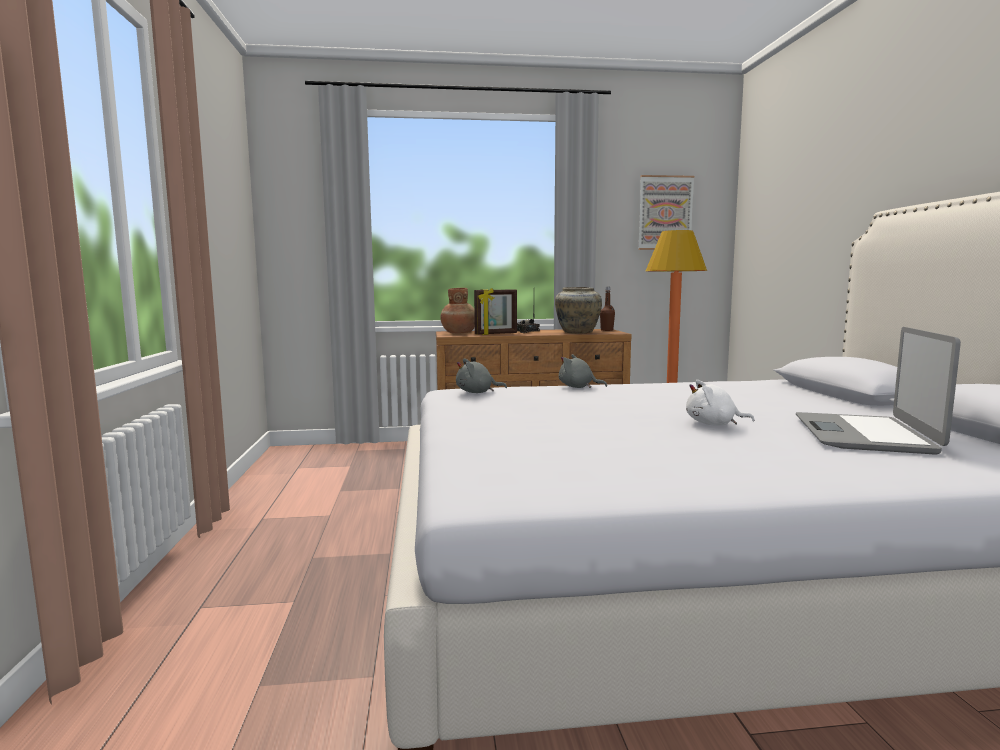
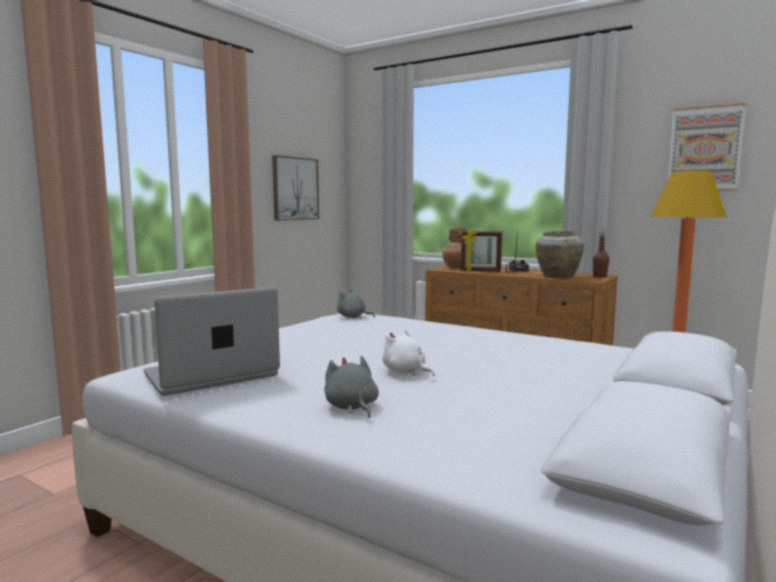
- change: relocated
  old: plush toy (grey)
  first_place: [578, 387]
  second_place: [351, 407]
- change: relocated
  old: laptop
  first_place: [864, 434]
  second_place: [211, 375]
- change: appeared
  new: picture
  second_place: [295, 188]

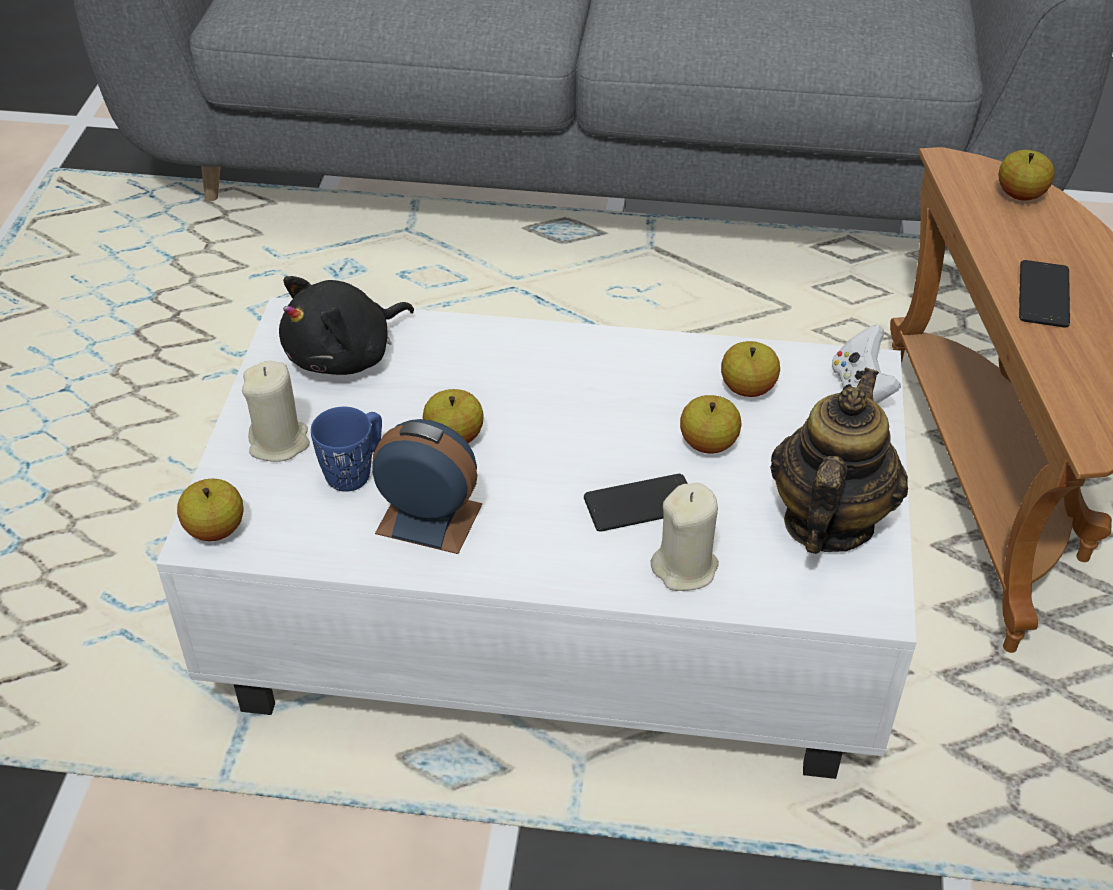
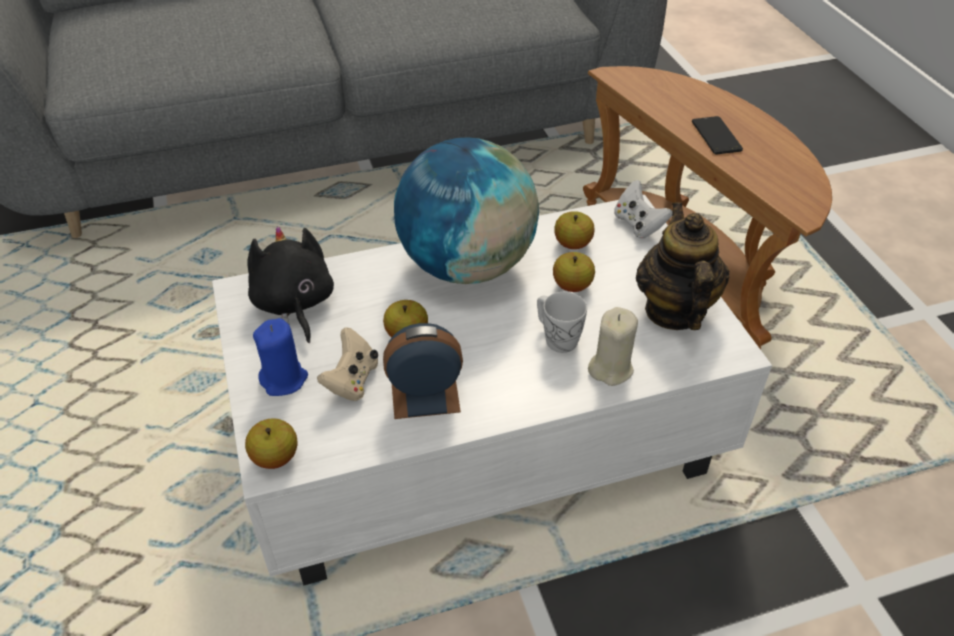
- change: colour
  old: candle (beige)
  new: candle (blue)
  first_place: [279, 442]
  second_place: [284, 379]
- change: spun
  old: plush toy (black)
  first_place: [345, 355]
  second_place: [294, 304]
  degrees: 135
- change: exchanged
  old: mug (blue)
  new: game controller (beige)
  first_place: [355, 471]
  second_place: [352, 380]
- change: exchanged
  old: phone
  new: mug (white)
  first_place: [640, 504]
  second_place: [556, 338]
- change: missing
  old: apple
  first_place: [1020, 195]
- change: appeared
  new: globe
  second_place: [466, 266]

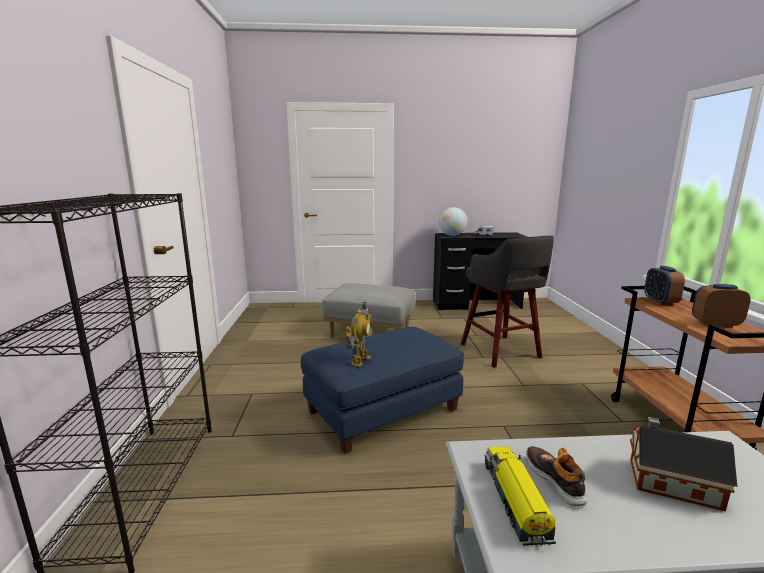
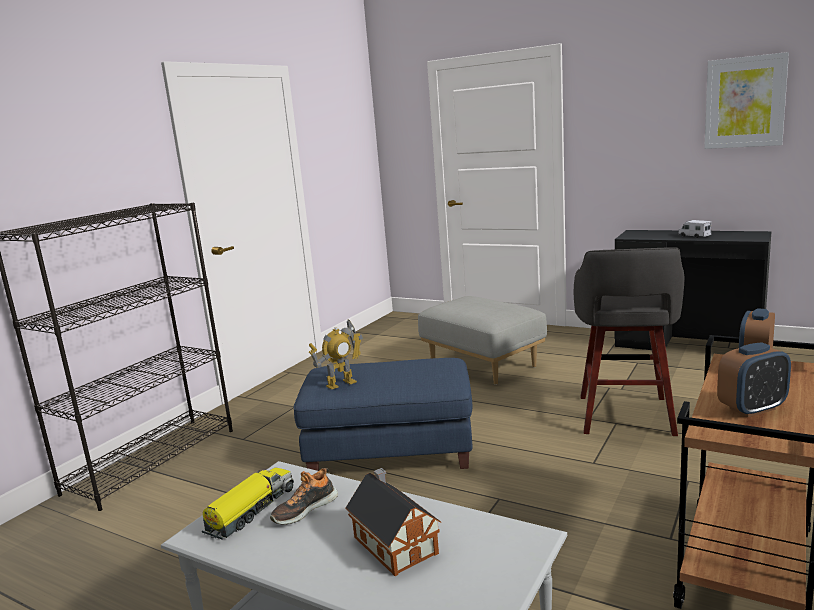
- change: missing
  old: globe
  first_place: [452, 235]
- change: spun
  old: shoe
  first_place: [555, 479]
  second_place: [304, 509]
  degrees: -150
- change: spun
  old: alarm clock
  first_place: [715, 324]
  second_place: [752, 409]
  degrees: 120
- change: appeared
  new: picture
  second_place: [745, 102]

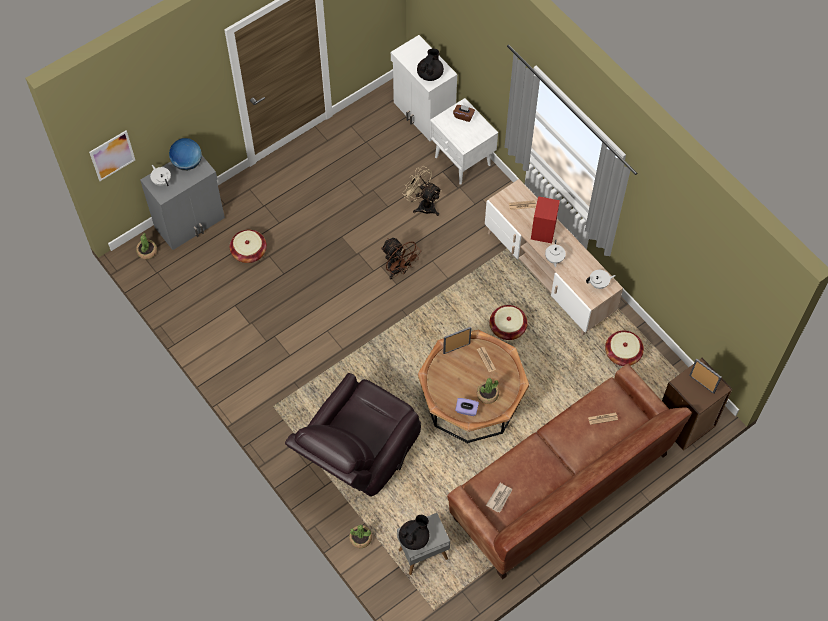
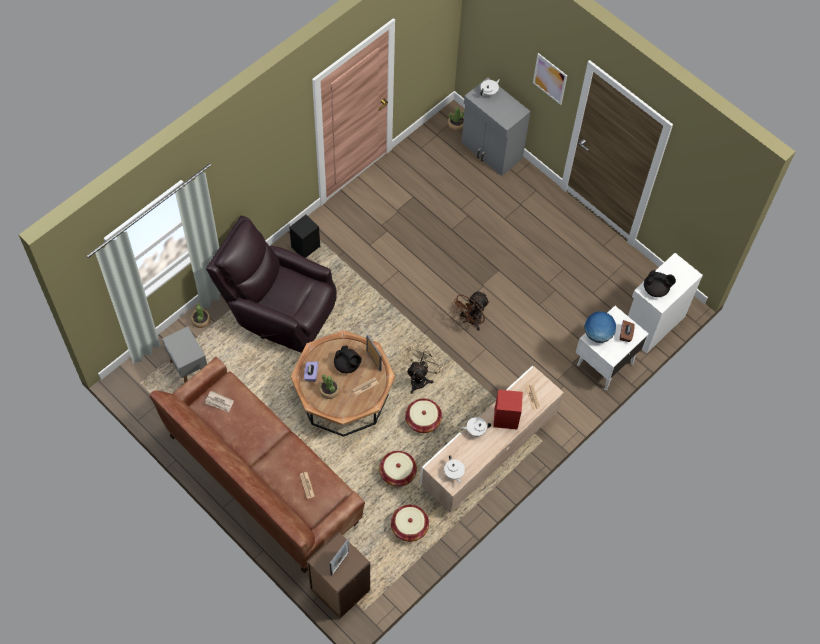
- change: relocated
  old: picture
  first_place: [112, 155]
  second_place: [550, 78]
- change: relocated
  old: globe
  first_place: [187, 163]
  second_place: [597, 334]
- change: relocated
  old: basket
  first_place: [249, 252]
  second_place: [397, 472]
- change: relocated
  old: teapot (black)
  first_place: [414, 537]
  second_place: [347, 365]
- change: relocated
  old: fan (beige)
  first_place: [423, 205]
  second_place: [421, 378]
- change: appeared
  new: speaker (black)
  second_place: [306, 246]

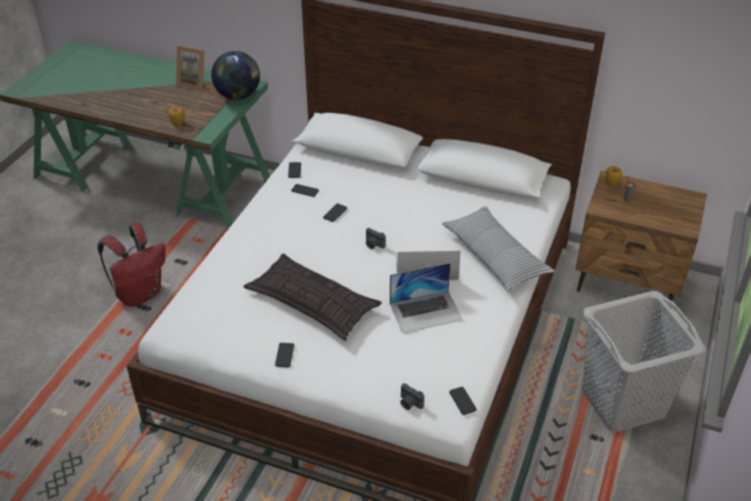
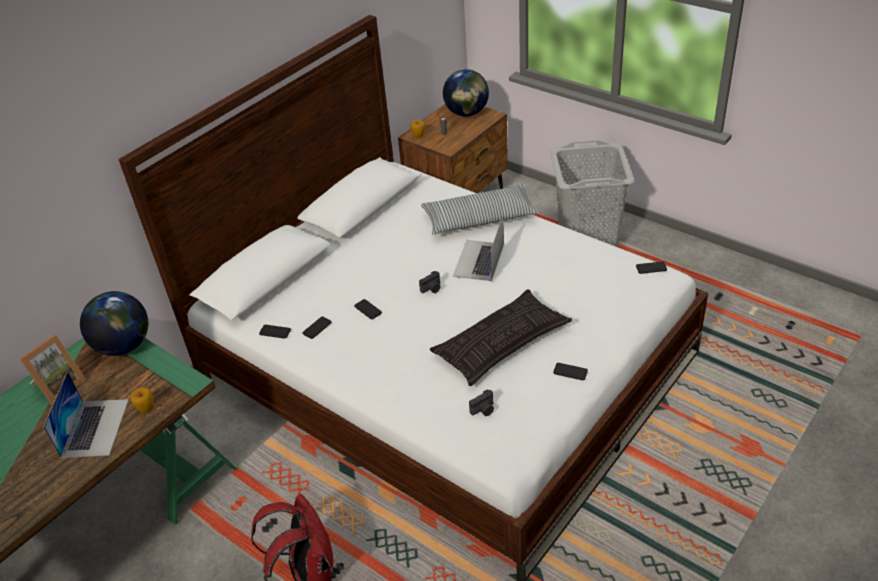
- change: relocated
  old: laptop
  first_place: [426, 311]
  second_place: [95, 427]
- change: relocated
  old: photo camera
  first_place: [409, 403]
  second_place: [483, 410]
- change: appeared
  new: globe
  second_place: [467, 113]

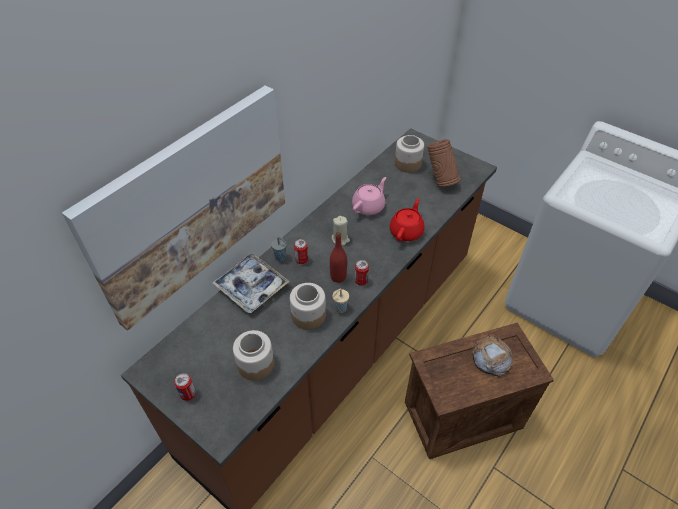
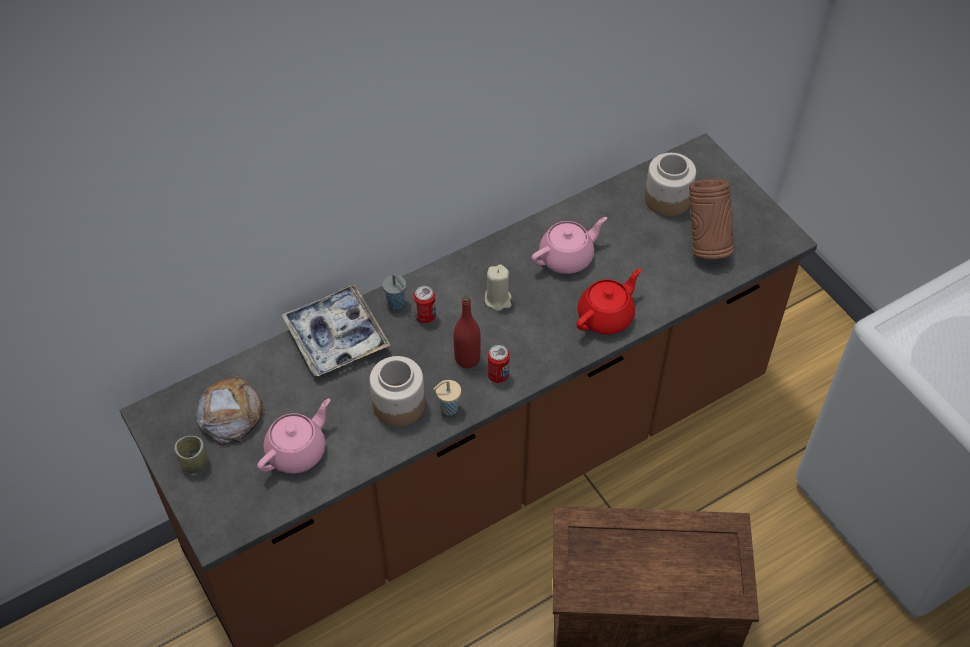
- change: missing
  old: picture
  first_place: [192, 204]
- change: exchanged
  old: can
  new: cup
  first_place: [188, 394]
  second_place: [195, 463]
- change: exchanged
  old: jar
  new: teapot (pink)
  first_place: [255, 364]
  second_place: [297, 451]
- change: relocated
  old: bread
  first_place: [491, 358]
  second_place: [230, 414]

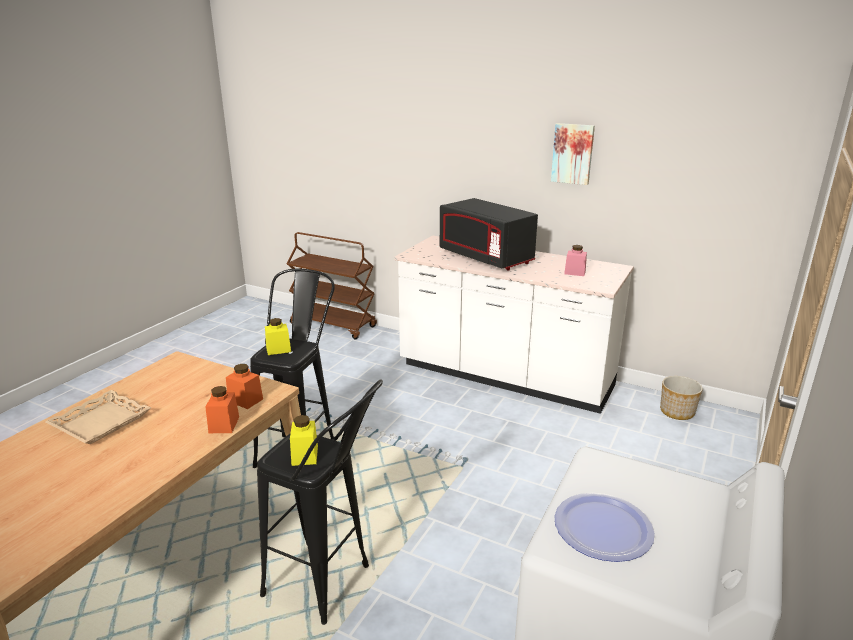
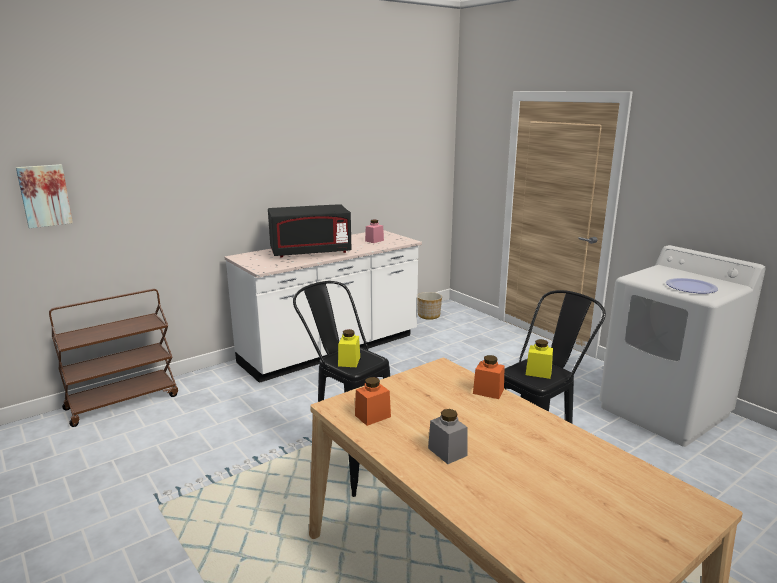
- change: exchanged
  old: tray (beige)
  new: jar (grey)
  first_place: [101, 423]
  second_place: [447, 452]
- change: relocated
  old: jar (orange)
  first_place: [245, 400]
  second_place: [372, 416]
- change: relocated
  old: picture
  first_place: [573, 153]
  second_place: [44, 195]

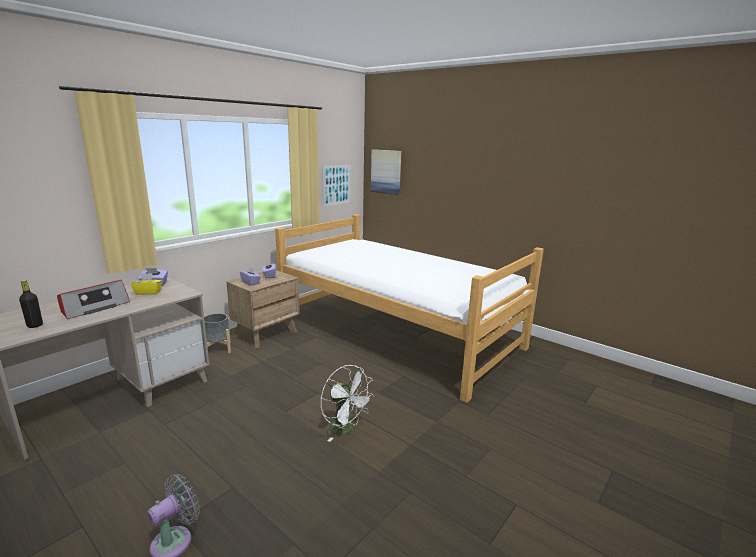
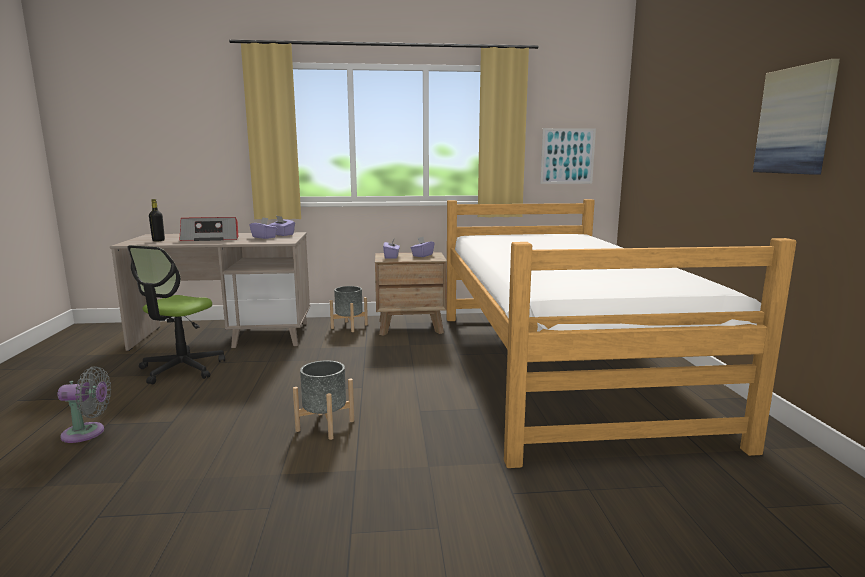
- change: colour
  old: tissue box (yellow)
  new: tissue box (purple)
  first_place: [148, 292]
  second_place: [264, 237]
- change: exchanged
  old: fan (white)
  new: planter (grey)
  first_place: [345, 429]
  second_place: [325, 425]
- change: relocated
  old: picture
  first_place: [386, 171]
  second_place: [795, 121]
- change: appeared
  new: office chair
  second_place: [182, 369]

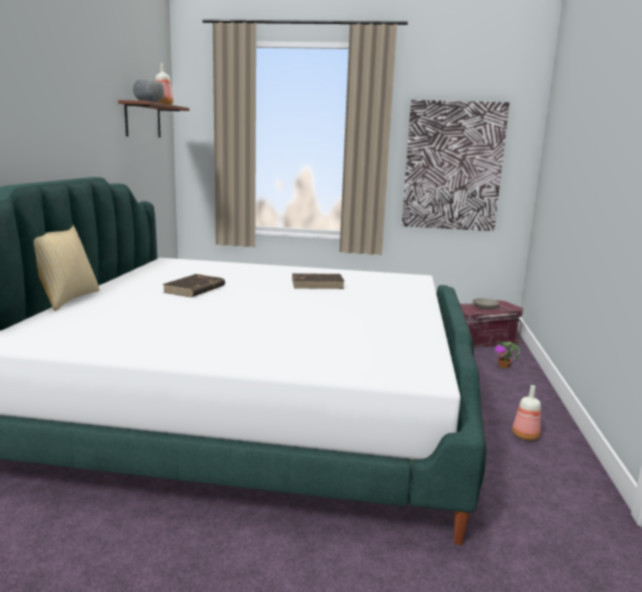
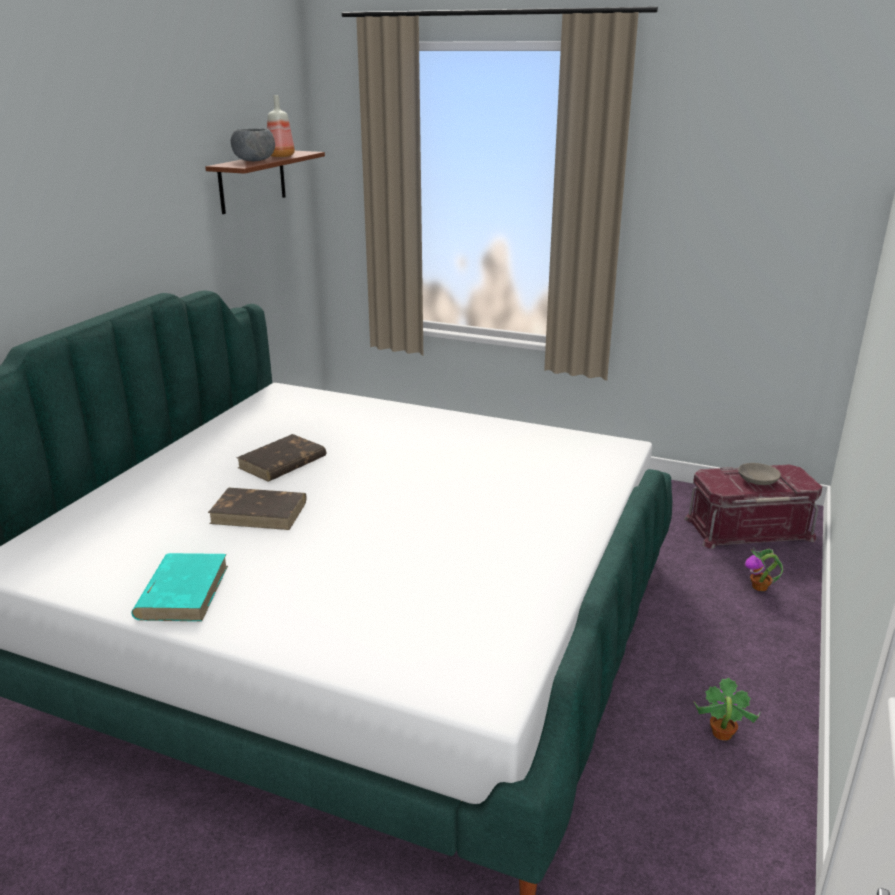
- change: missing
  old: pillow
  first_place: [65, 299]
- change: relocated
  old: book (brown)
  first_place: [318, 284]
  second_place: [260, 512]
- change: missing
  old: picture
  first_place: [453, 166]
- change: exchanged
  old: bottle
  new: potted plant
  first_place: [525, 436]
  second_place: [721, 733]
- change: appeared
  new: book (turquoise)
  second_place: [183, 591]

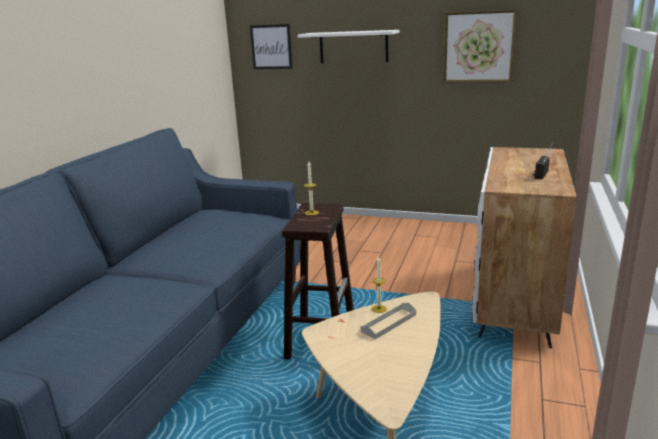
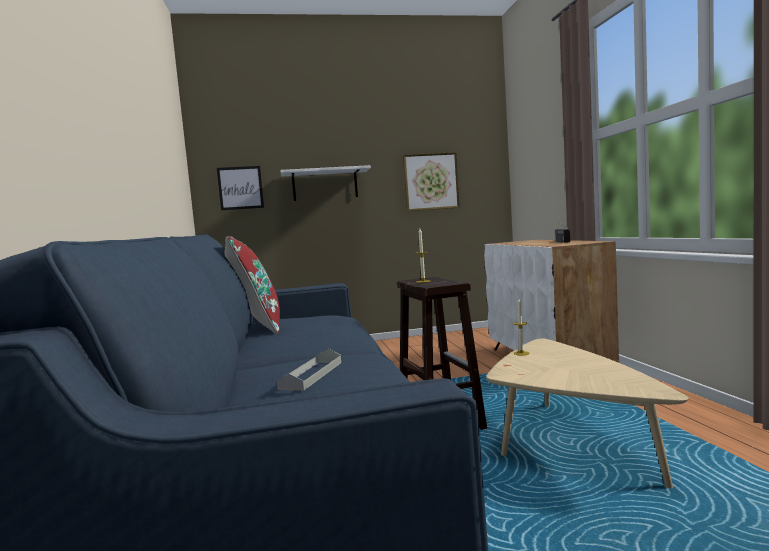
- change: relocated
  old: tray (grey)
  first_place: [389, 323]
  second_place: [311, 375]
- change: appeared
  new: pillow (red)
  second_place: [257, 327]

